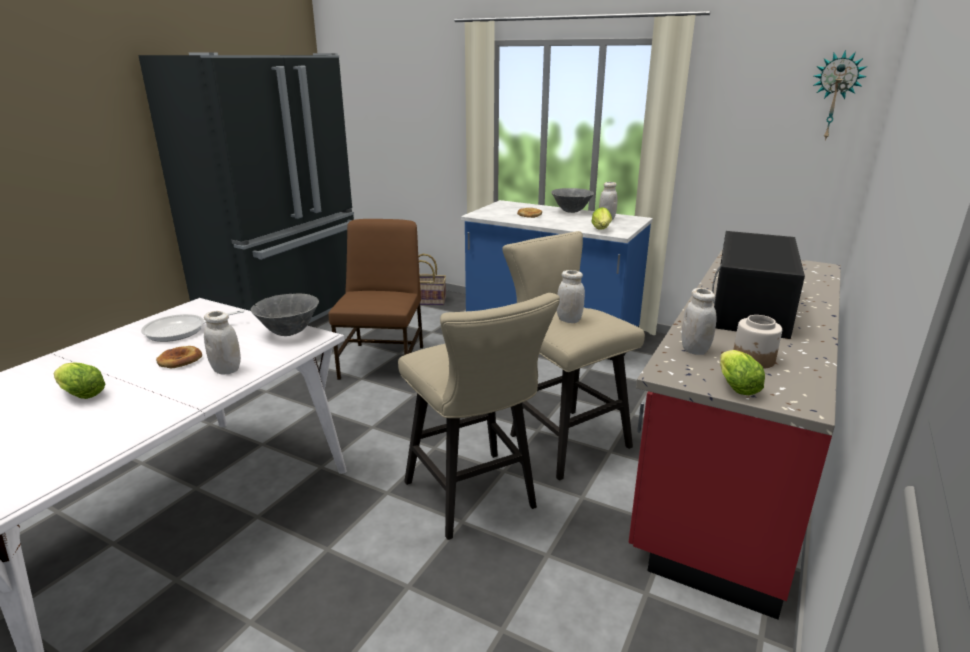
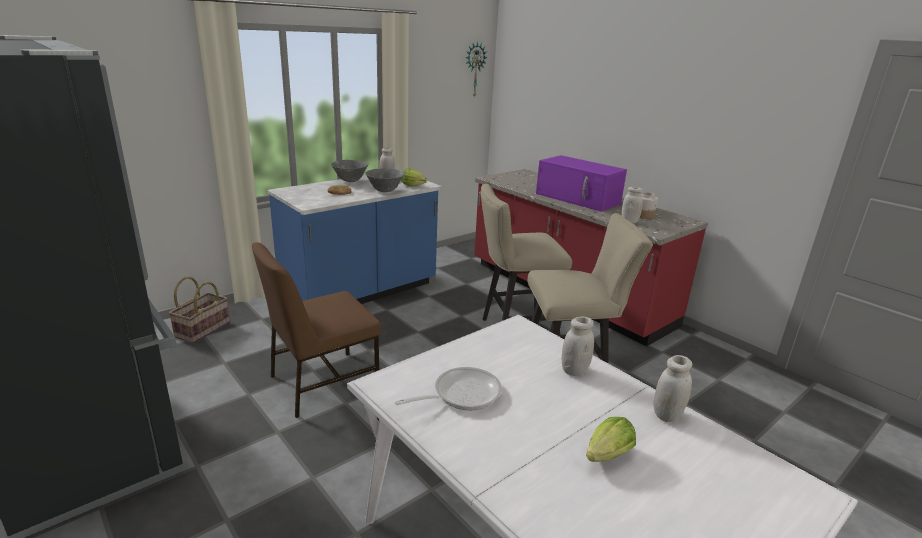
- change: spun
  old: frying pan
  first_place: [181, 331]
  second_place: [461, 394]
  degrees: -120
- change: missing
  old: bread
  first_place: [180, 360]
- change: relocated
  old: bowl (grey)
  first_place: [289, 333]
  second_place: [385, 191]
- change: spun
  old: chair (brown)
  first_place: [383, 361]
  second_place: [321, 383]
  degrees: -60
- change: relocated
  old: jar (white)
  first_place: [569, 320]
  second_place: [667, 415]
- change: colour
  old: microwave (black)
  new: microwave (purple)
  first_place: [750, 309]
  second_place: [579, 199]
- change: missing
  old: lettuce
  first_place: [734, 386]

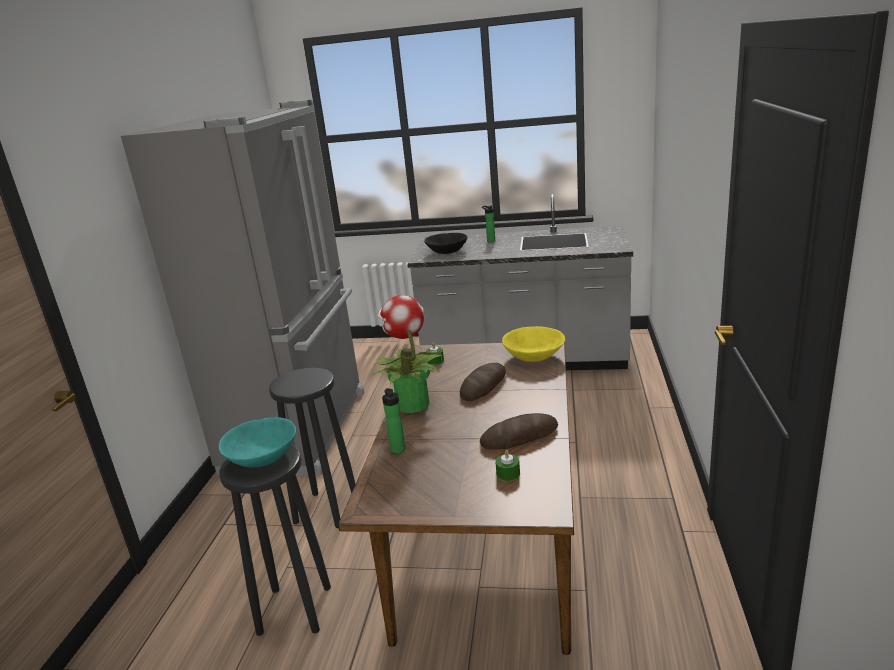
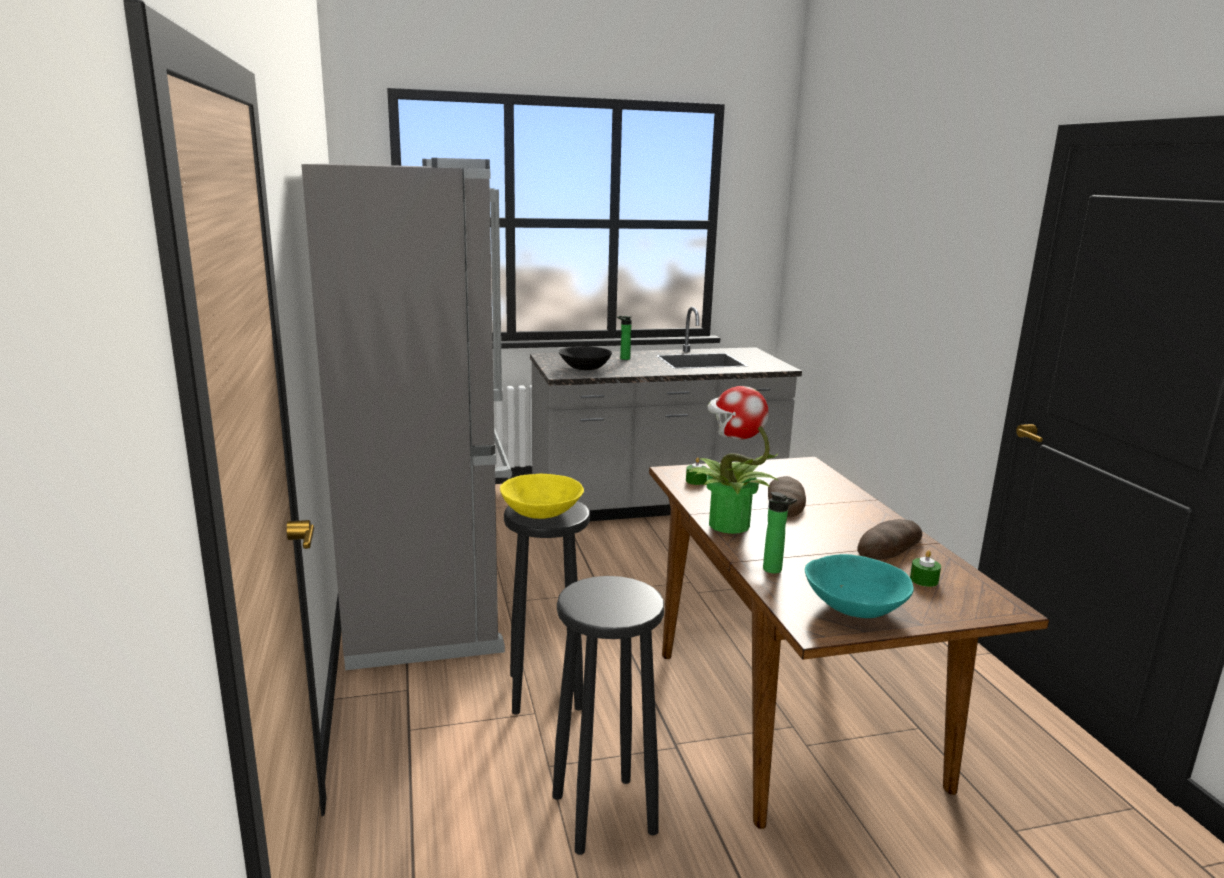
- change: relocated
  old: bowl (turquoise)
  first_place: [262, 457]
  second_place: [854, 607]
- change: relocated
  old: bowl (yellow)
  first_place: [534, 357]
  second_place: [541, 513]

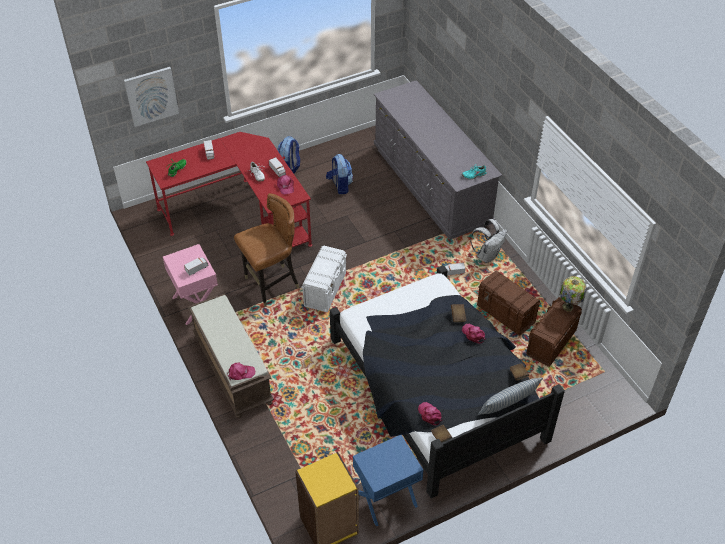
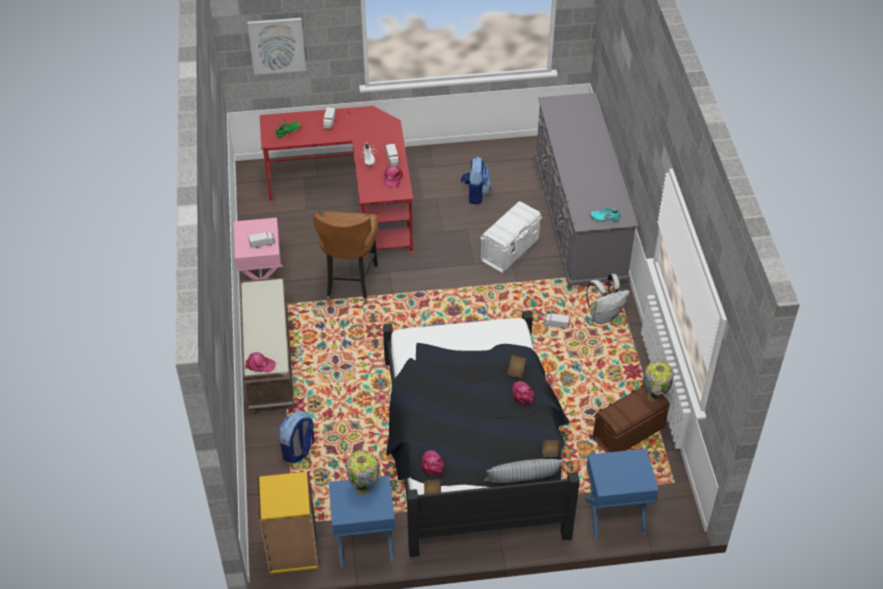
- change: spun
  old: chair (brown)
  first_place: [272, 285]
  second_place: [350, 284]
  degrees: 105
- change: relocated
  old: backpack
  first_place: [289, 168]
  second_place: [298, 450]
- change: relocated
  old: storage box (white)
  first_place: [325, 290]
  second_place: [510, 250]
- change: missing
  old: storage box (brown)
  first_place: [506, 314]
- change: appeared
  new: table lamp
  second_place: [363, 488]
- change: appeared
  new: nightstand (blue)
  second_place: [615, 516]

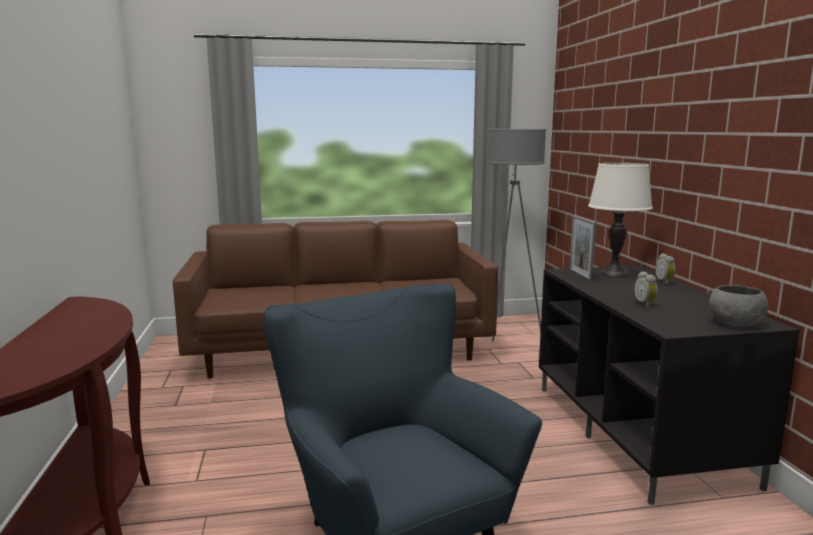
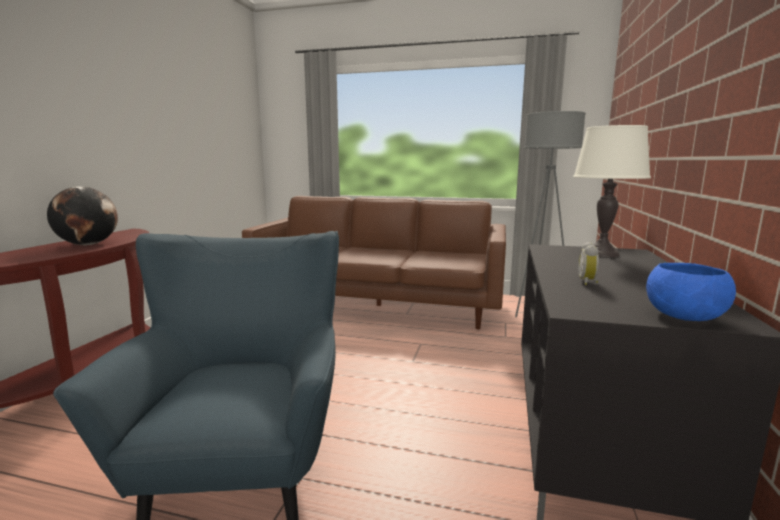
- change: missing
  old: picture frame
  first_place: [580, 275]
- change: missing
  old: alarm clock
  first_place: [665, 282]
- change: colour
  old: bowl (grey)
  new: bowl (blue)
  first_place: [736, 324]
  second_place: [685, 316]
- change: appeared
  new: globe
  second_place: [88, 244]

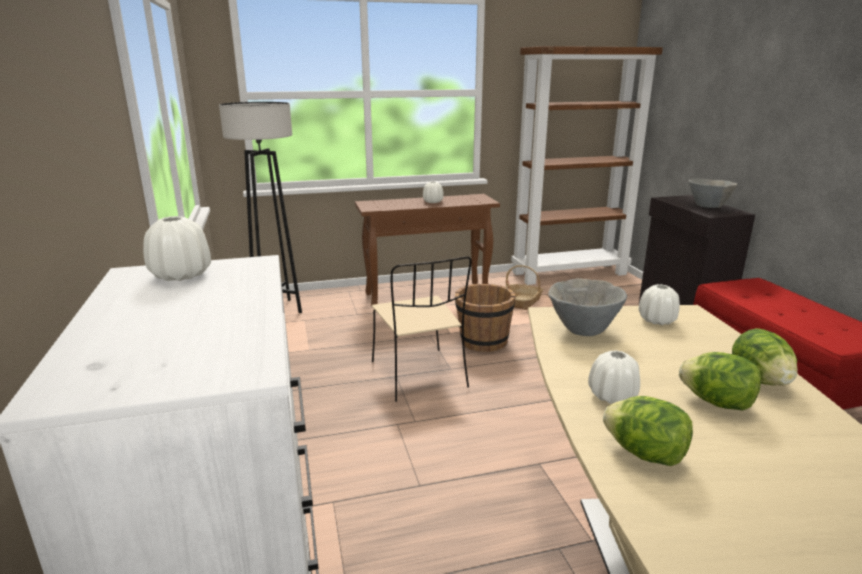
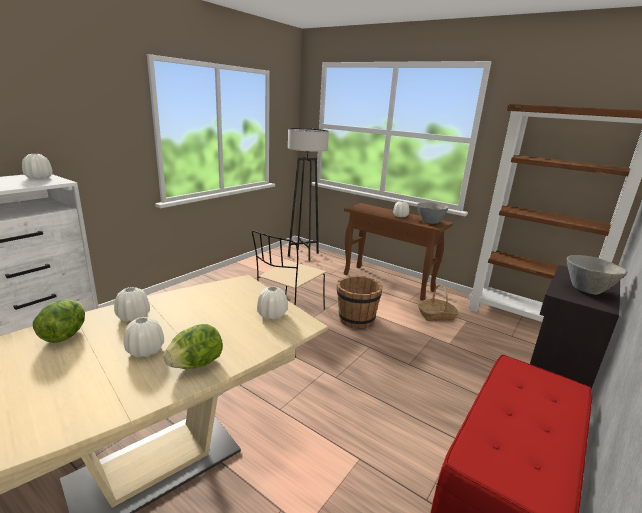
- change: relocated
  old: bowl (grey)
  first_place: [582, 330]
  second_place: [429, 222]
- change: exchanged
  old: lettuce
  new: vase (white)
  first_place: [716, 402]
  second_place: [145, 350]

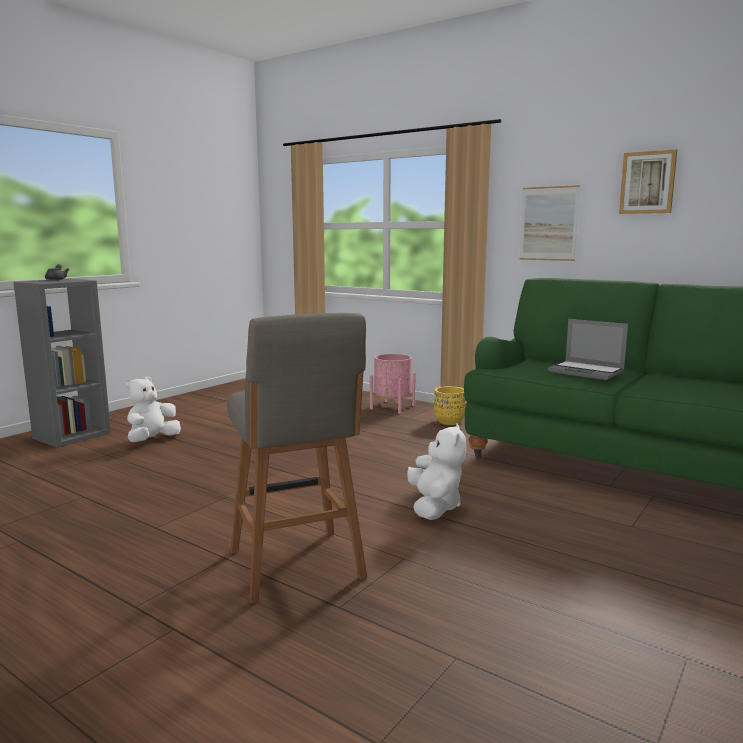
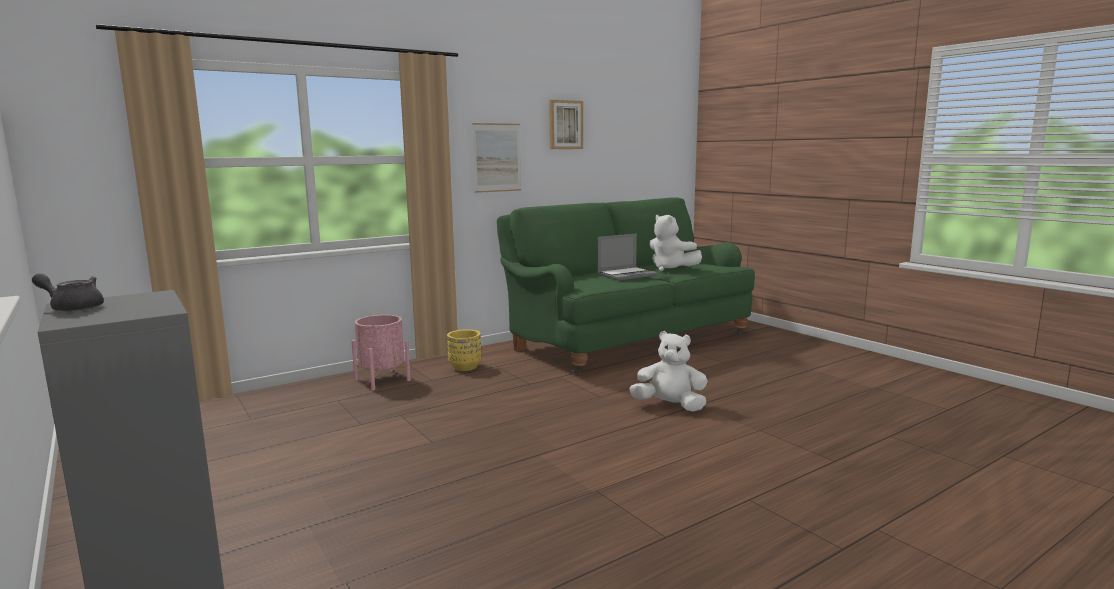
- change: relocated
  old: plush toy (white)
  first_place: [152, 440]
  second_place: [671, 269]
- change: missing
  old: stool (grey)
  first_place: [297, 567]

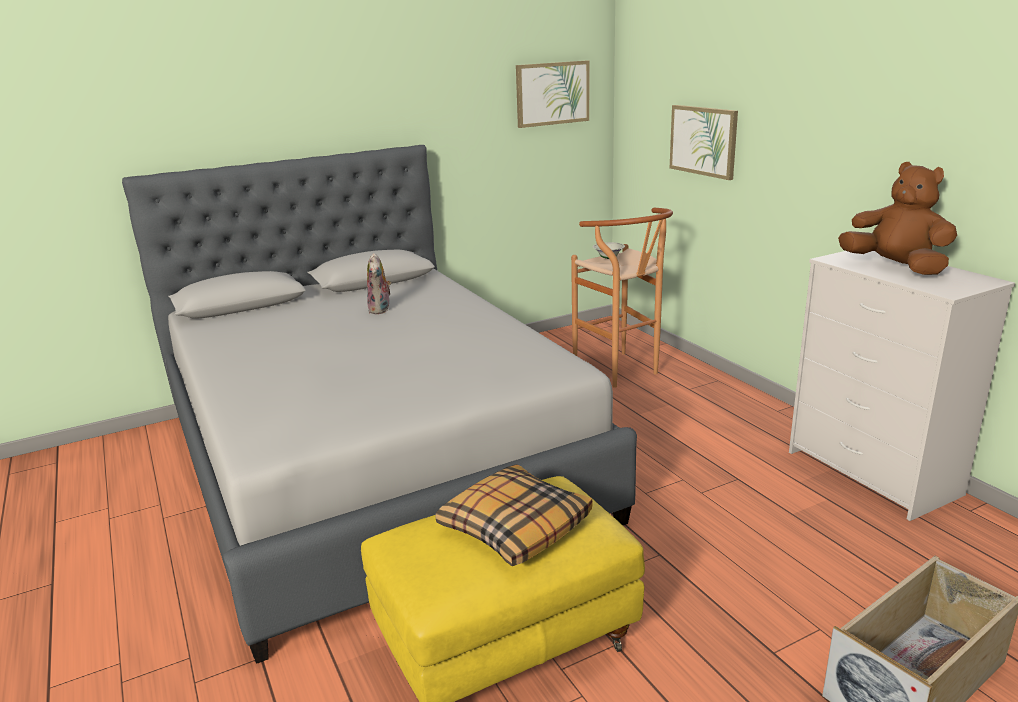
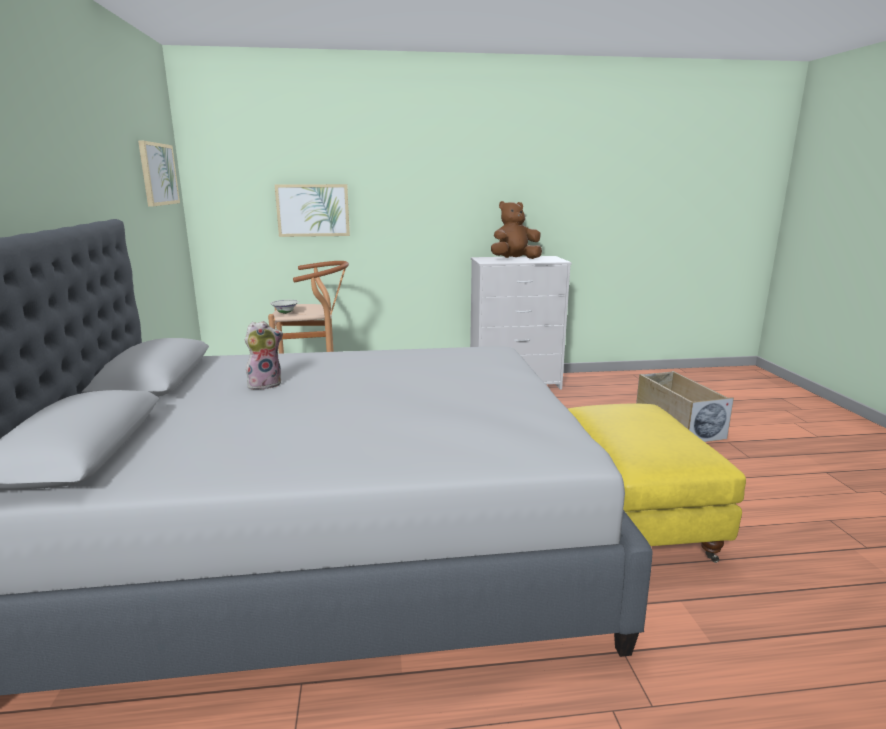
- change: spun
  old: plush toy
  first_place: [381, 310]
  second_place: [265, 384]
  degrees: -45
- change: missing
  old: pillow
  first_place: [514, 526]

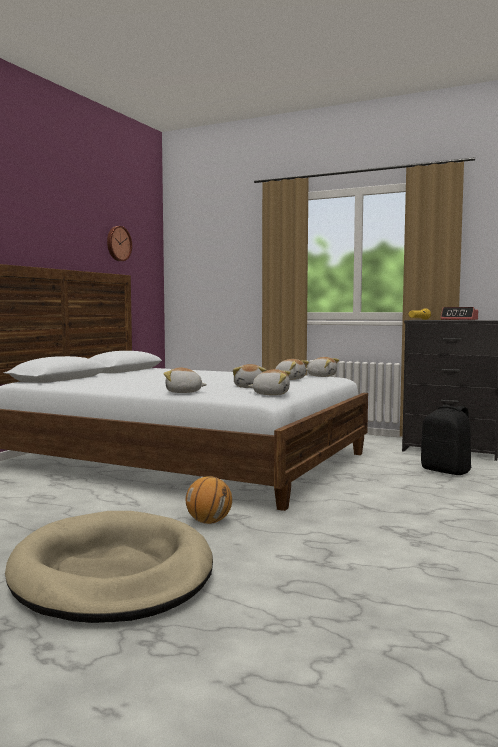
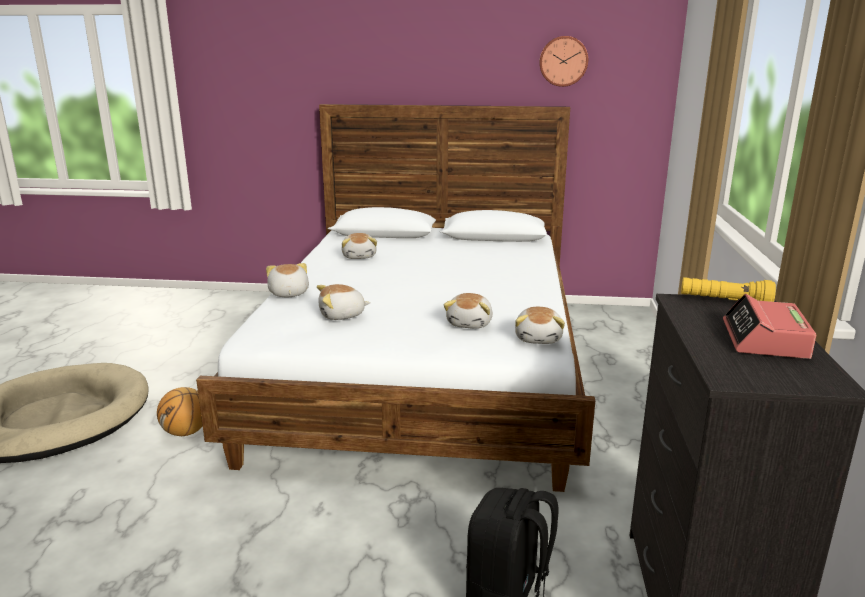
- change: relocated
  old: plush toy
  first_place: [271, 394]
  second_place: [359, 256]

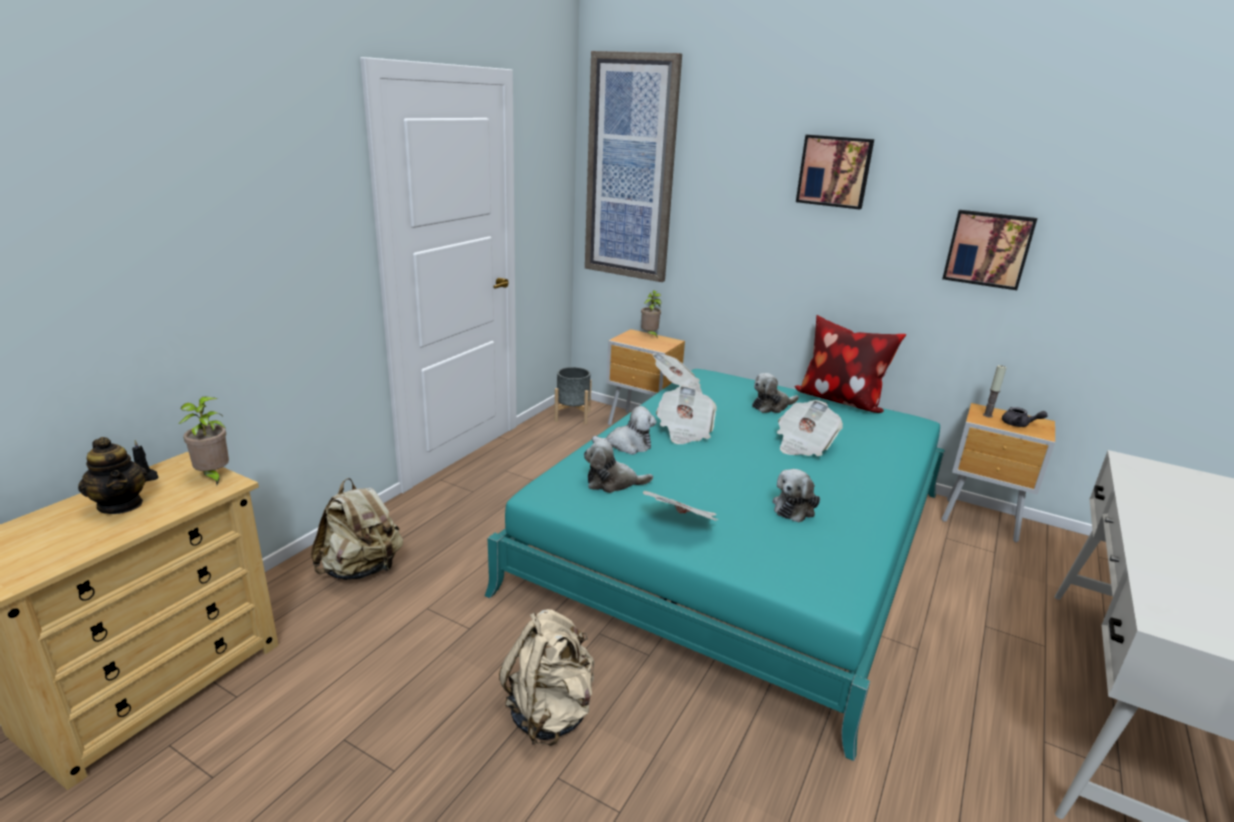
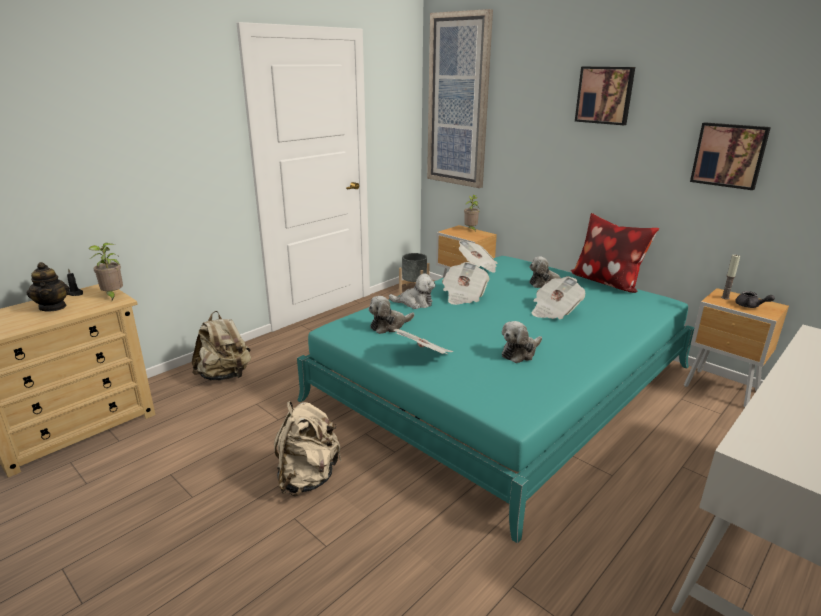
- change: spun
  old: plush toy
  first_place: [612, 483]
  second_place: [389, 326]
  degrees: -45

